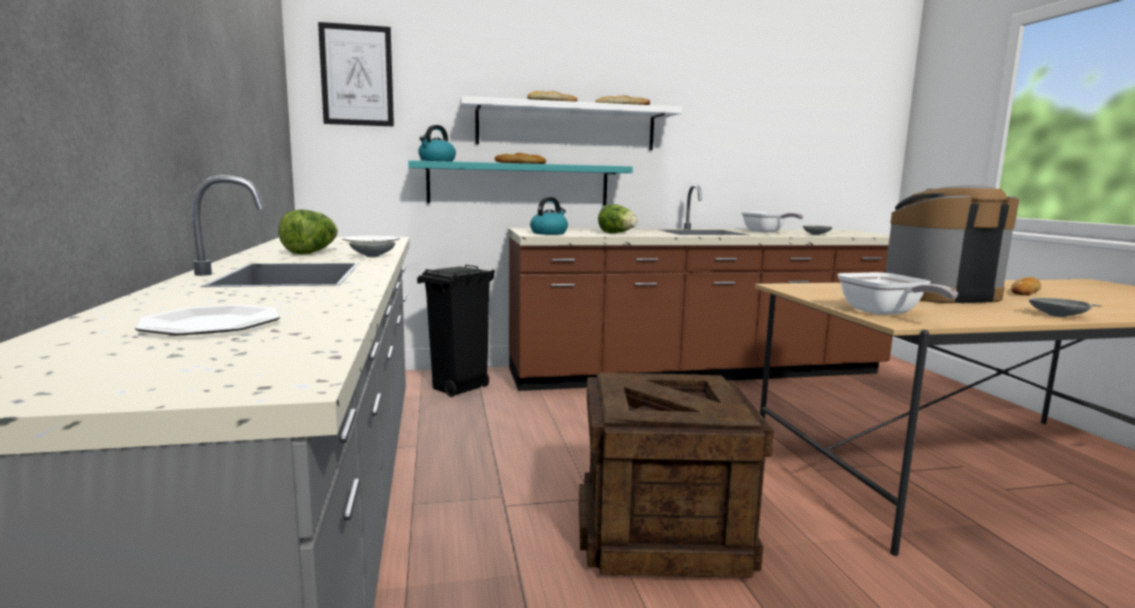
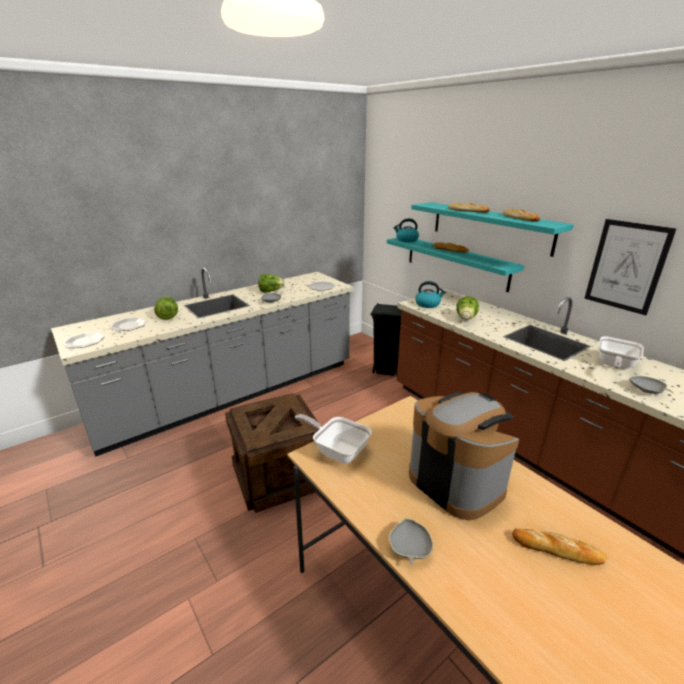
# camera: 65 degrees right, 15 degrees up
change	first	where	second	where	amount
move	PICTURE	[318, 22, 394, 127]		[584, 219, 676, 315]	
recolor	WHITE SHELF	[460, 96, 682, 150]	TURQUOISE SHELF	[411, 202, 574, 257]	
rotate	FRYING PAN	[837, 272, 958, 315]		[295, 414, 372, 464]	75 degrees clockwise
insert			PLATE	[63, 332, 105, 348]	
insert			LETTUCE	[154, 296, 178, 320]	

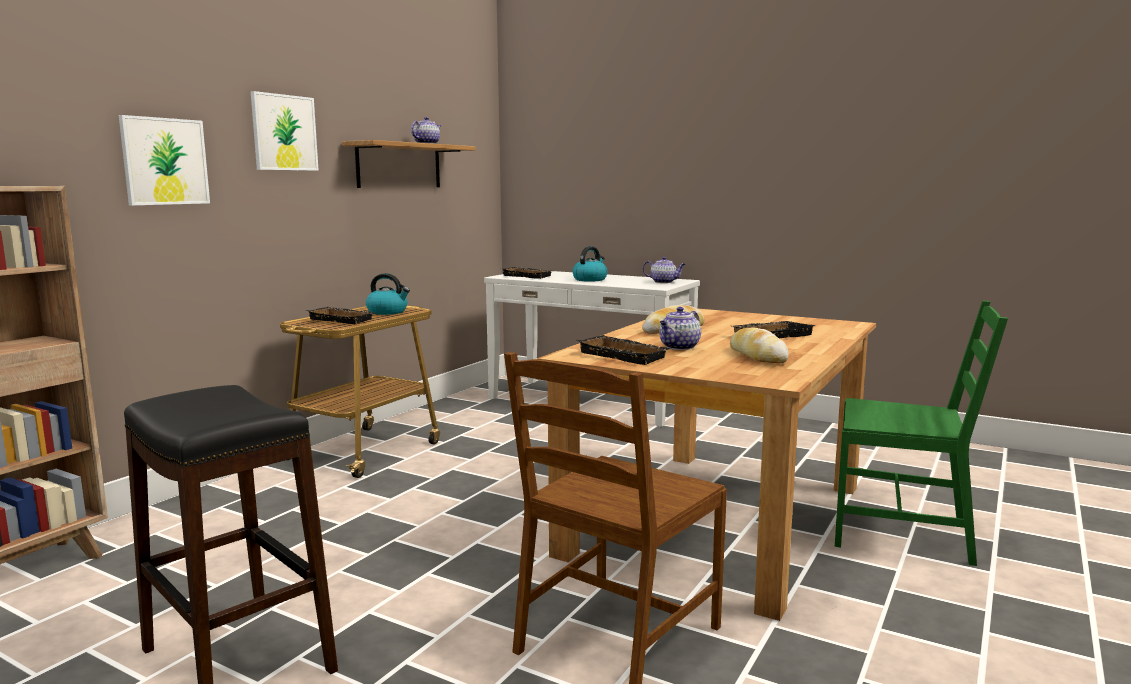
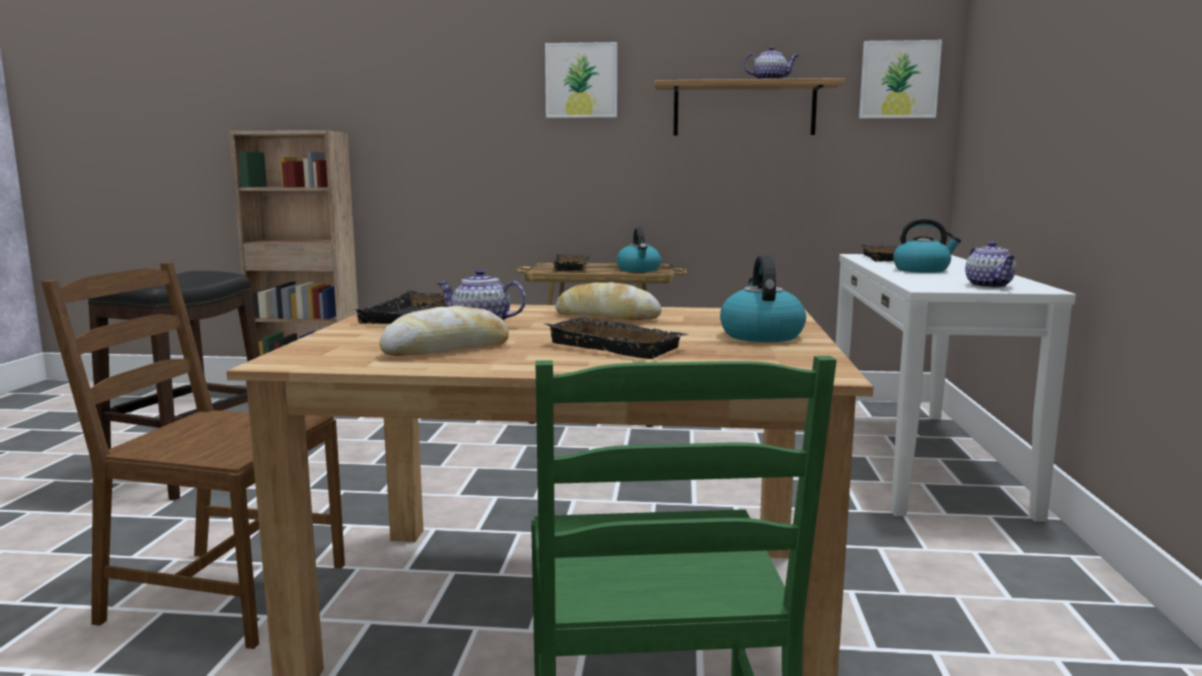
# camera: 65 degrees right, 0 degrees up
change	first	where	second	where	amount
move	PICTURE	[119, 115, 210, 206]		[859, 40, 942, 118]	
insert			KETTLE	[720, 255, 806, 342]	

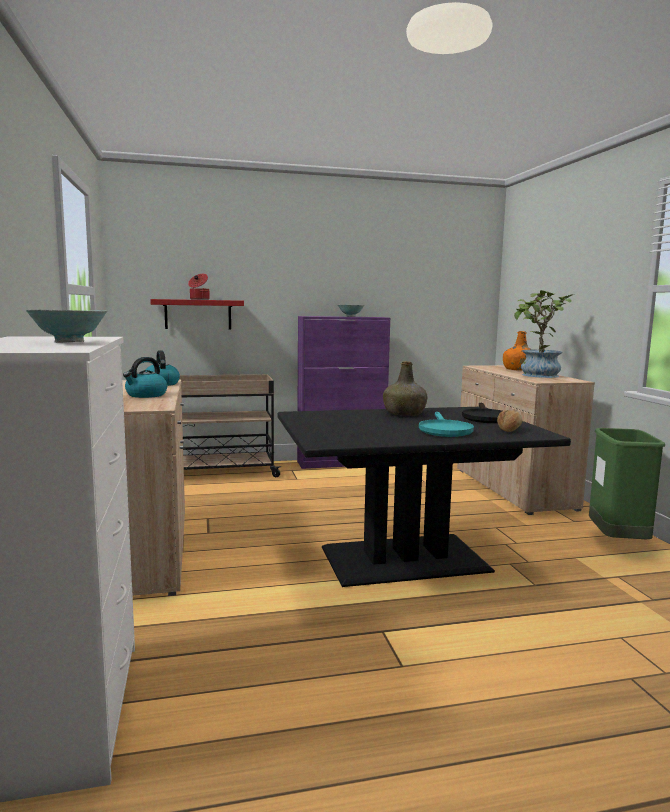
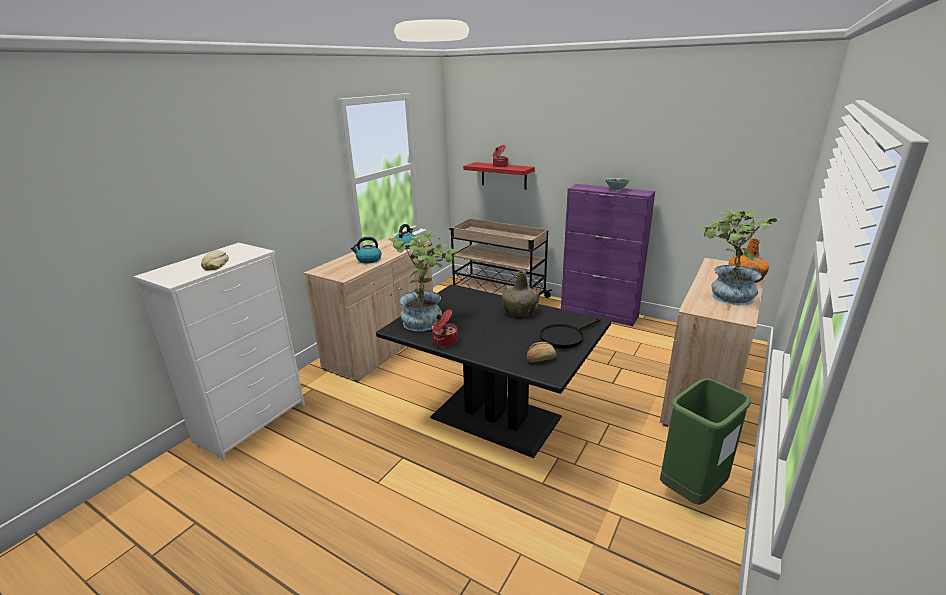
# camera: 45 degrees right, 15 degrees up
change	first	where	second	where	amount
replace	BOWL	[26, 310, 107, 343]	BREAD	[201, 250, 229, 271]	
delete	TURQUOISE FRYING PAN	[419, 412, 474, 437]			
insert			POTTED PLANT	[389, 231, 458, 331]	
insert			COOKING POT	[432, 309, 458, 347]	

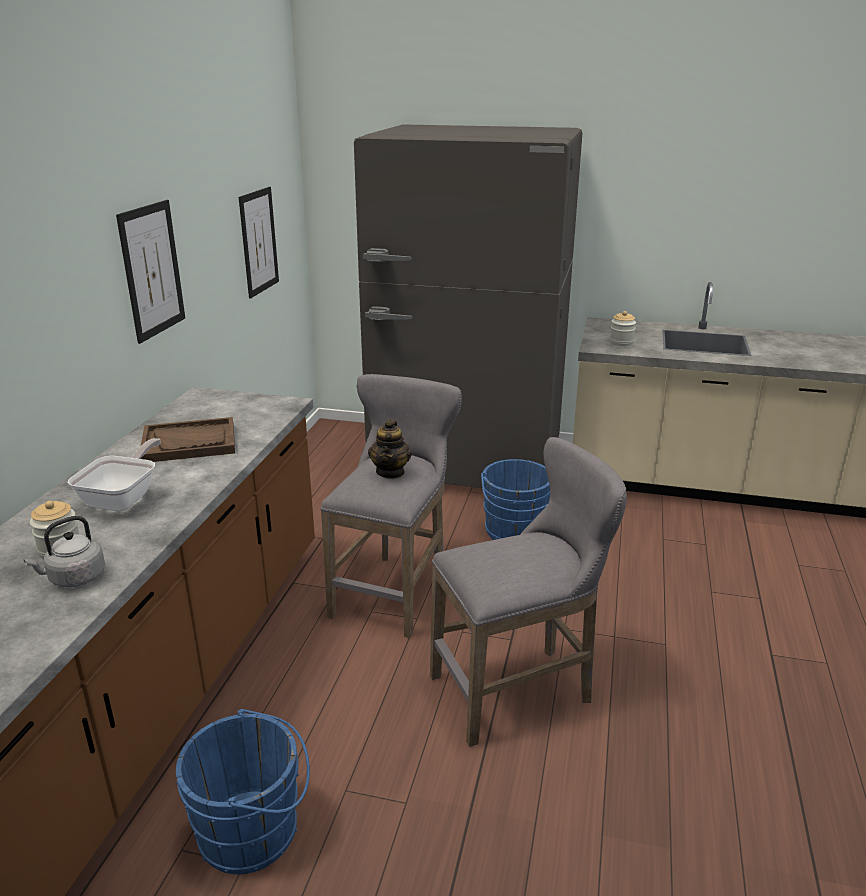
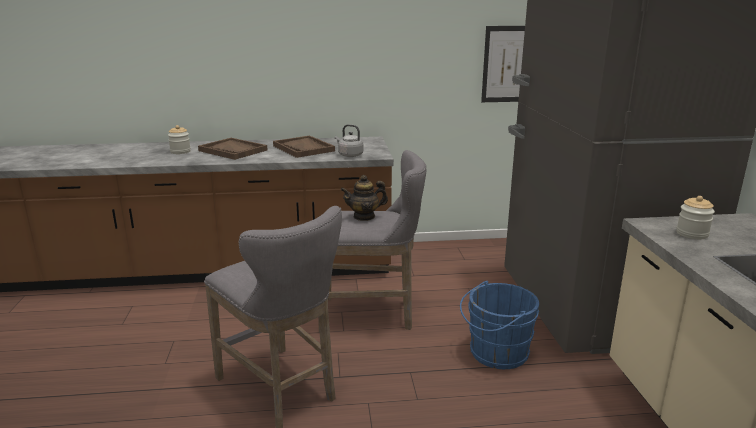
# camera: 70 degrees right, 5 degrees down
change	first	where	second	where	amount
move	GREY KETTLE	[24, 516, 105, 587]		[335, 124, 363, 157]	
replace	FRYING PAN	[68, 438, 161, 511]	BROWN TRAY	[198, 138, 267, 160]	
delete	PICTURE	[116, 200, 185, 344]			
delete	BLUE BUCKET	[176, 709, 310, 874]			

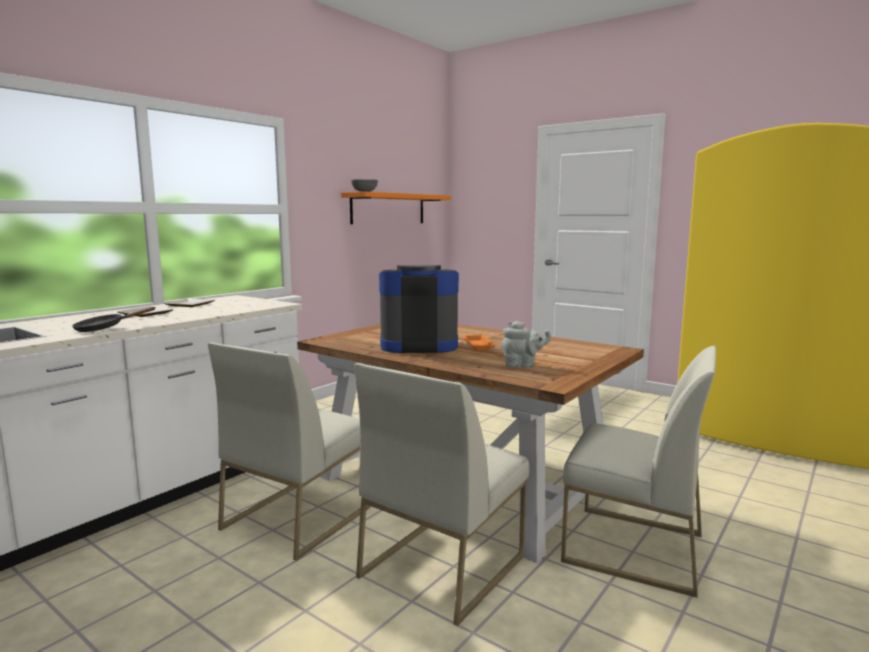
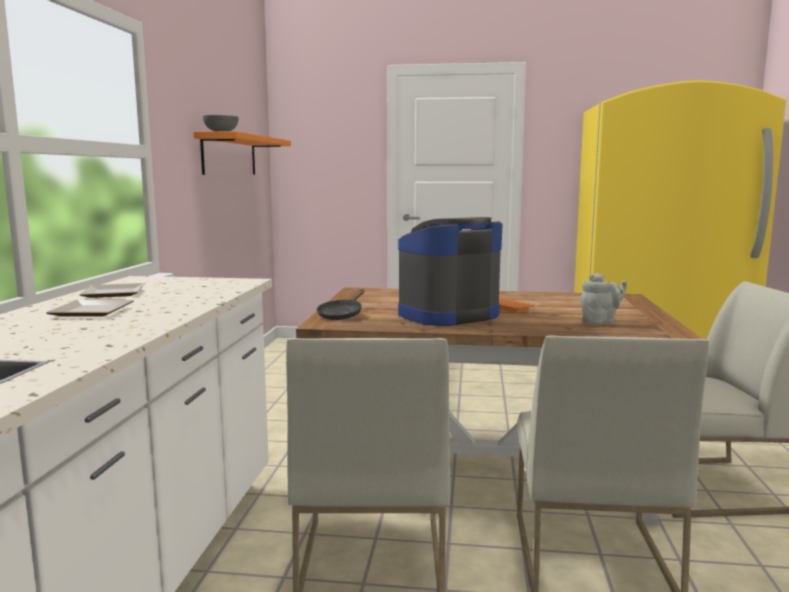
# camera: 30 degrees left, 0 degrees up
change	first	where	second	where	amount
move	BLACK FRYING PAN	[72, 307, 156, 332]		[317, 289, 364, 320]	

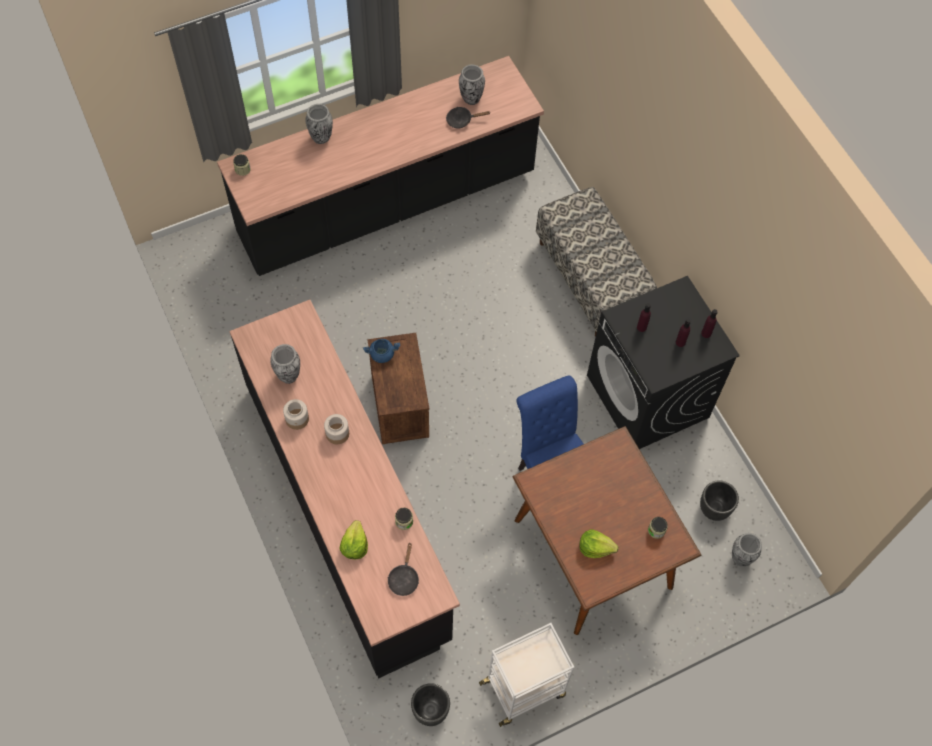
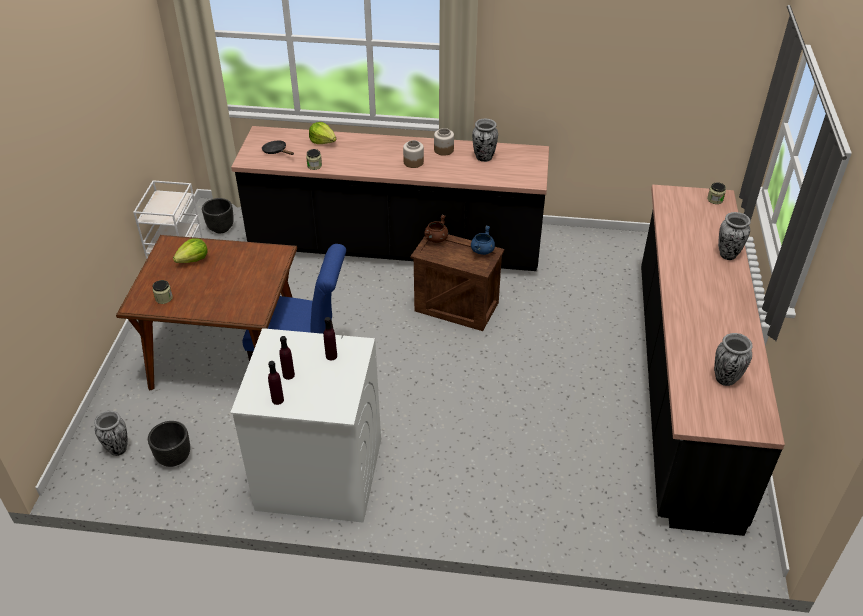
# camera: 125 degrees right, 20 degrees down
change	first	where	second	where	amount
delete	BLACK FRYING PAN	[446, 107, 491, 128]			
delete	BENCH	[536, 187, 657, 337]			
recolor	BLACK WASHING MACHINE	[587, 276, 740, 449]	WHITE WASHING MACHINE	[230, 328, 381, 523]	
insert			BROWN COOKING POT	[424, 215, 448, 243]	

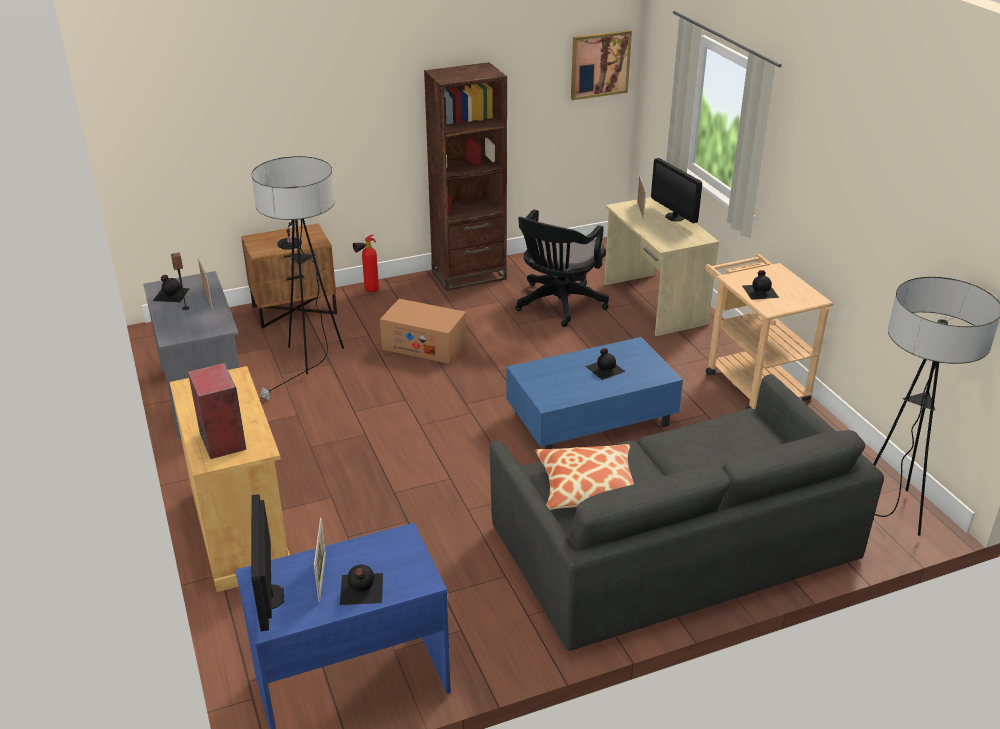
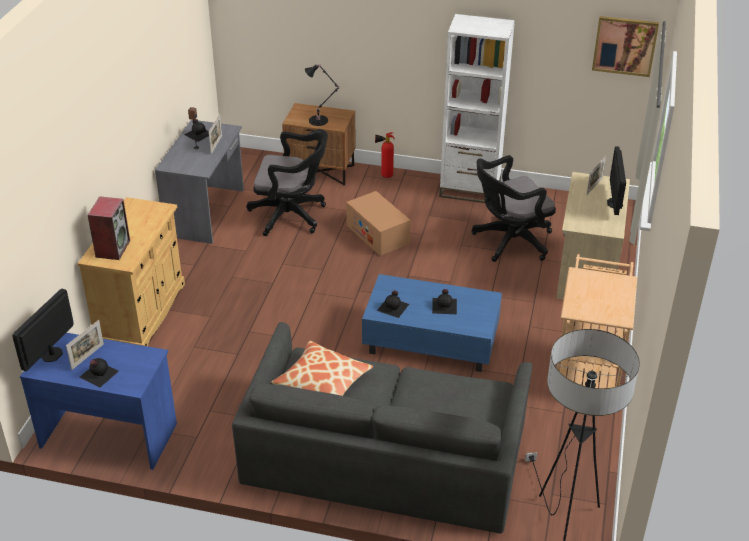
# camera: 35 degrees right, 5 degrees up
change	first	where	second	where	amount
replace	FLOOR LAMP	[252, 156, 344, 400]	BLACK OFFICE CHAIR	[246, 129, 328, 236]	
recolor	BROWN BOOKCASE	[424, 62, 507, 291]	WHITE BOOKCASE	[439, 14, 515, 203]	
move	BLACK BOTTLE	[742, 270, 779, 300]		[377, 290, 409, 318]	

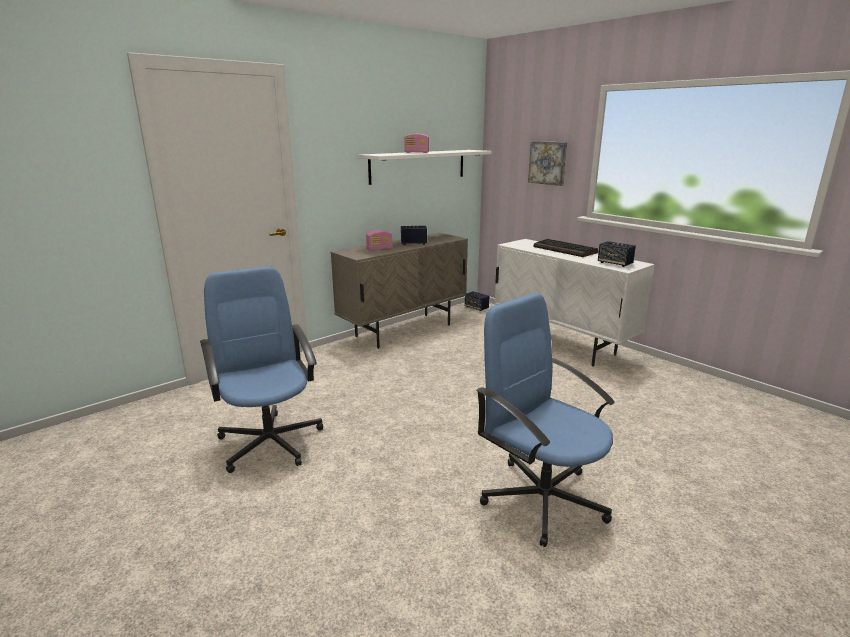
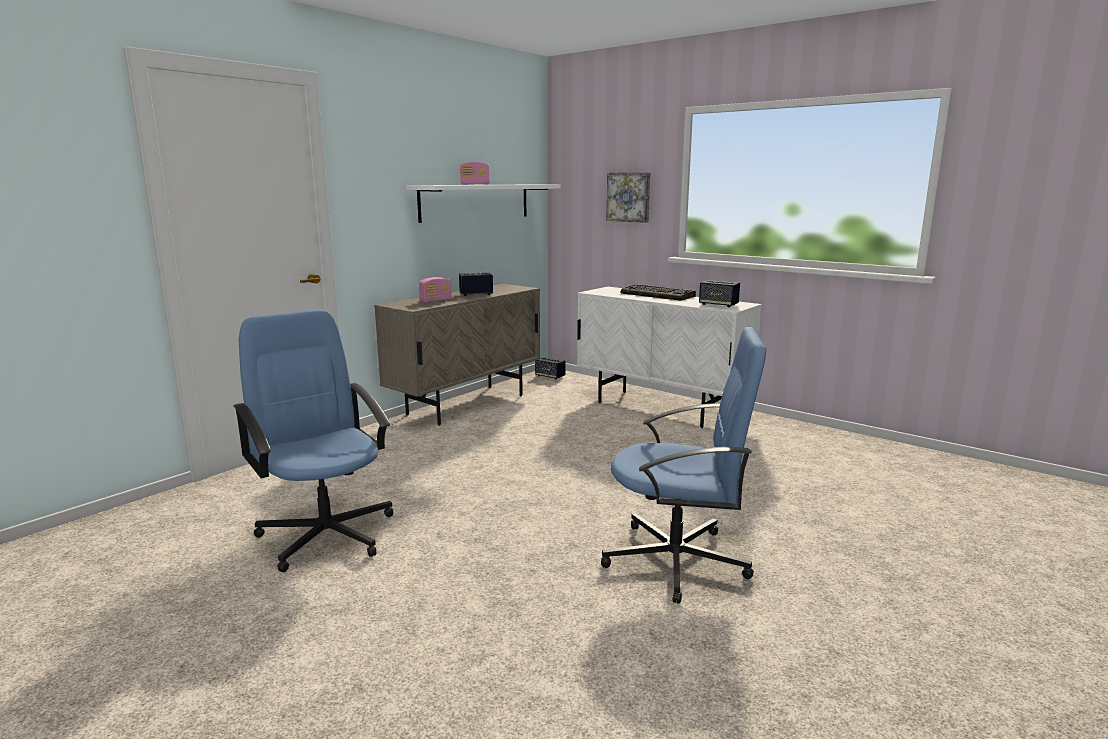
# camera: 10 degrees left, 5 degrees down
change	first	where	second	where	amount
rotate	BLUE OFFICE CHAIR	[476, 293, 615, 547]		[601, 327, 766, 604]	150 degrees clockwise

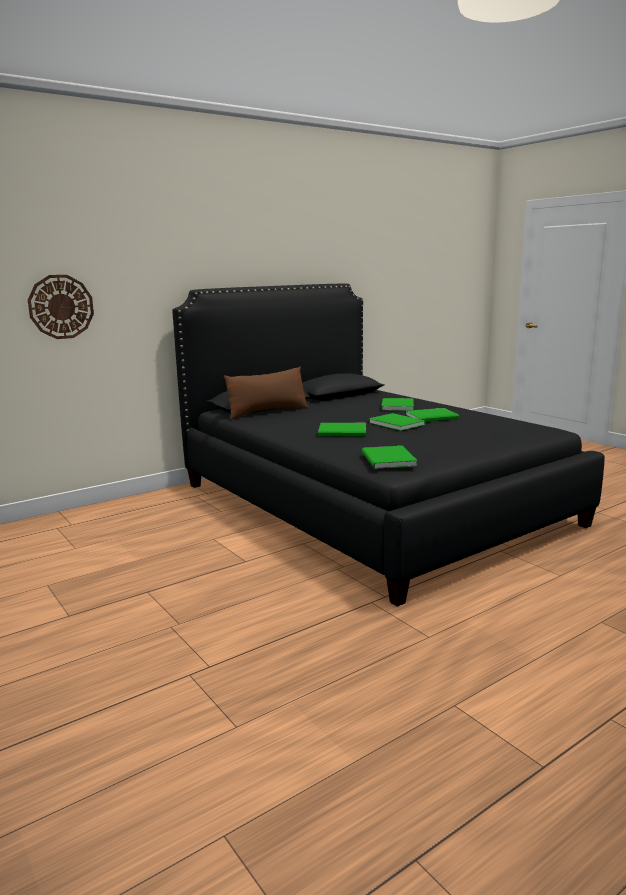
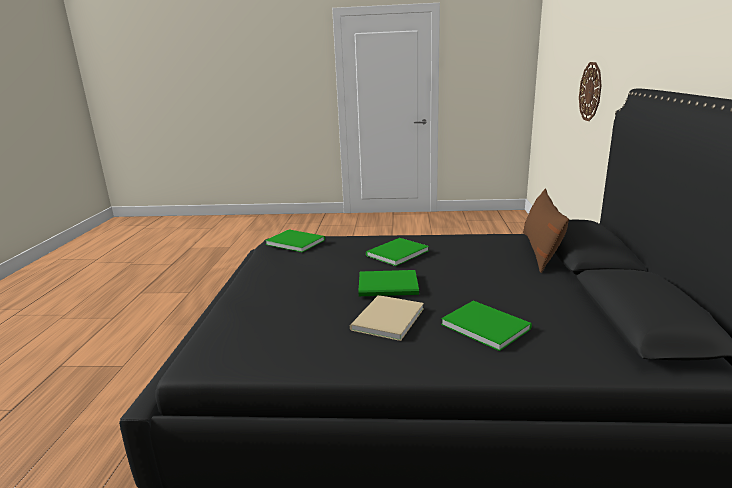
# camera: 130 degrees right, 5 degrees up
change	first	where	second	where	amount
recolor	GREEN BOOK	[406, 408, 459, 422]	BEIGE BOOK	[350, 295, 424, 341]	

